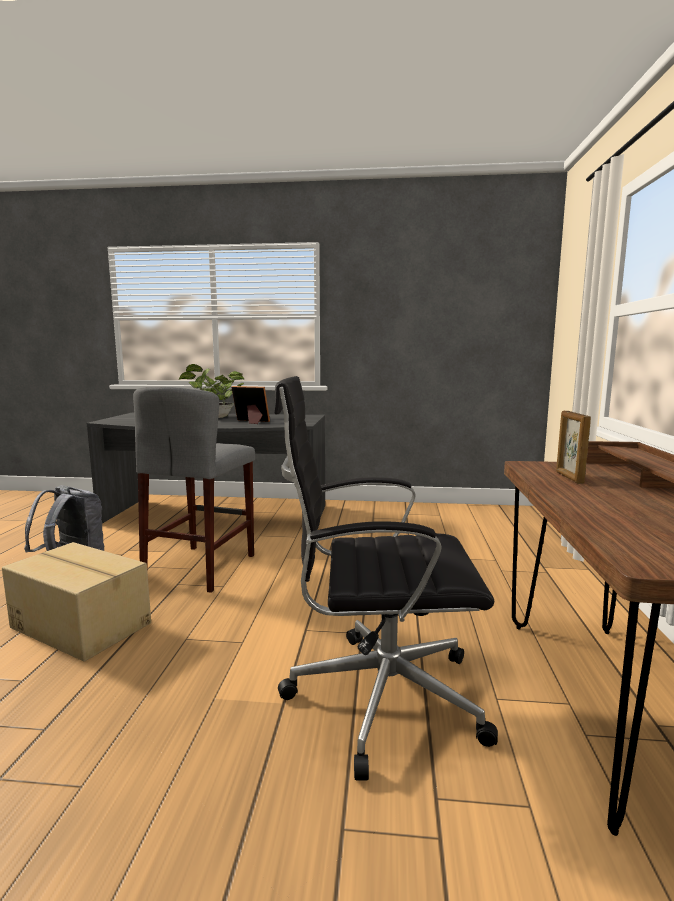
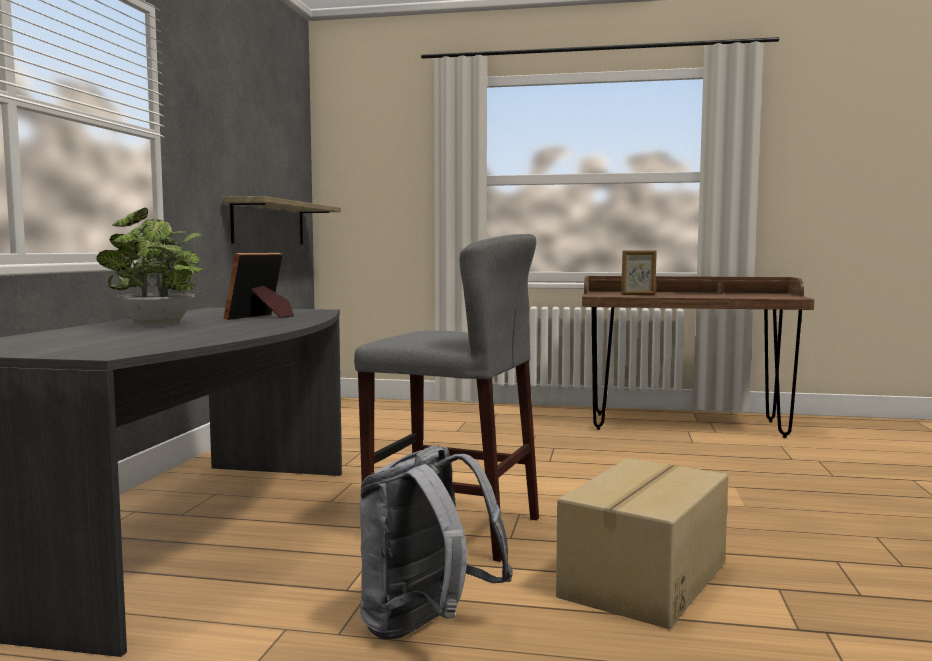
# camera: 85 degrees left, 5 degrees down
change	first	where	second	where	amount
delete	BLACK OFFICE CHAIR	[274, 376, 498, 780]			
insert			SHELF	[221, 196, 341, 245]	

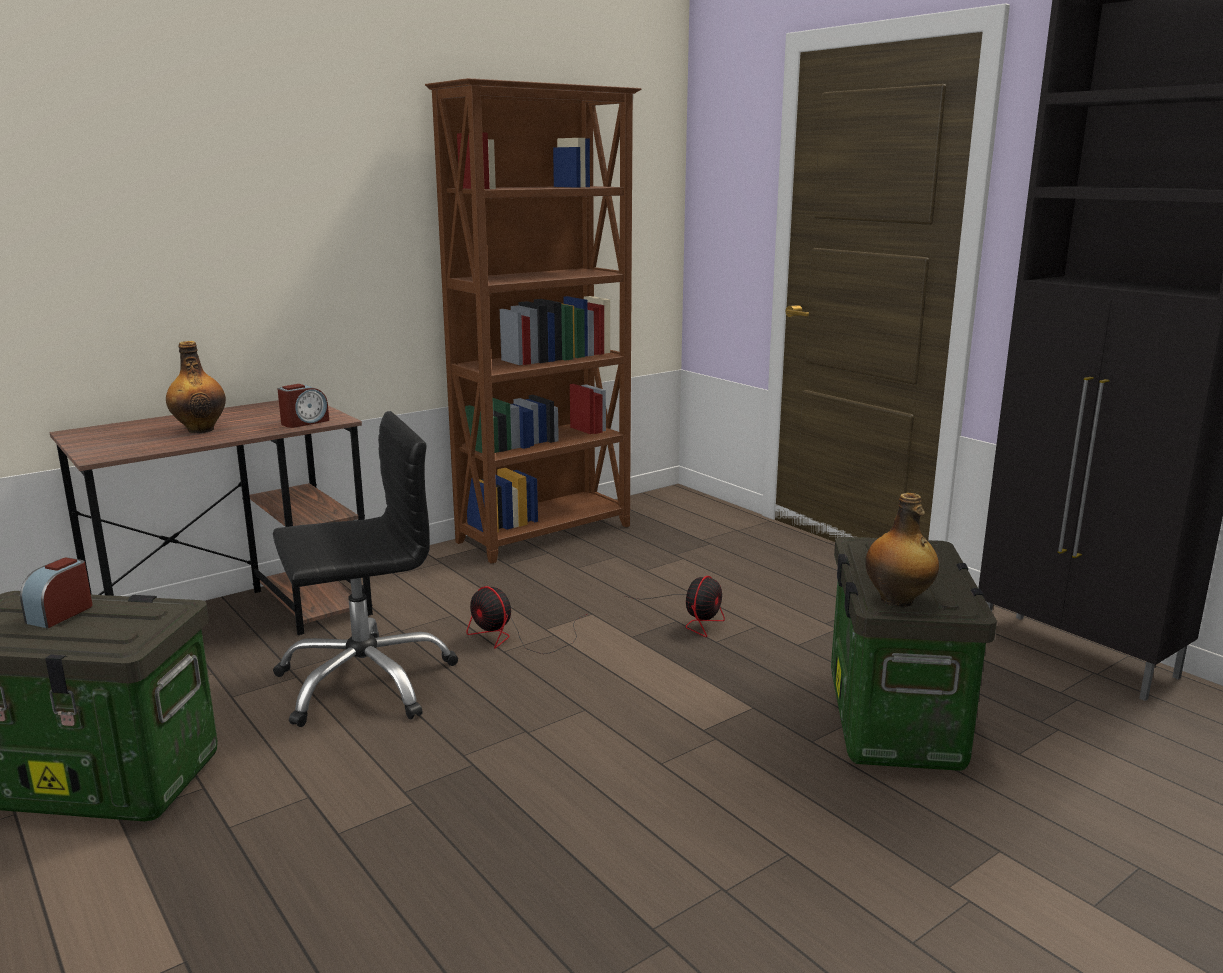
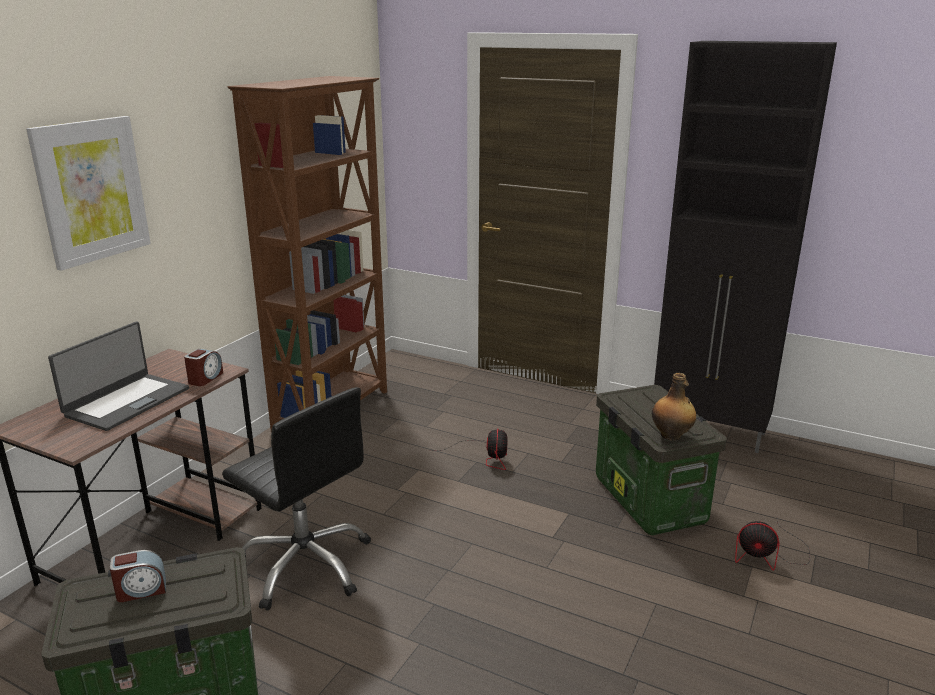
# camera: 25 degrees left, 5 degrees up
change	first	where	second	where	amount
rotate	ALARM CLOCK	[20, 557, 92, 628]		[110, 550, 166, 602]	105 degrees counterclockwise
replace	BOTTLE	[166, 341, 226, 433]	LAPTOP	[48, 322, 189, 431]	
rotate	BLACK OFFICE CHAIR	[273, 411, 458, 727]		[222, 387, 371, 611]	90 degrees clockwise
move	FAN	[466, 586, 587, 654]		[735, 521, 810, 571]	
insert			PICTURE	[26, 116, 151, 271]	

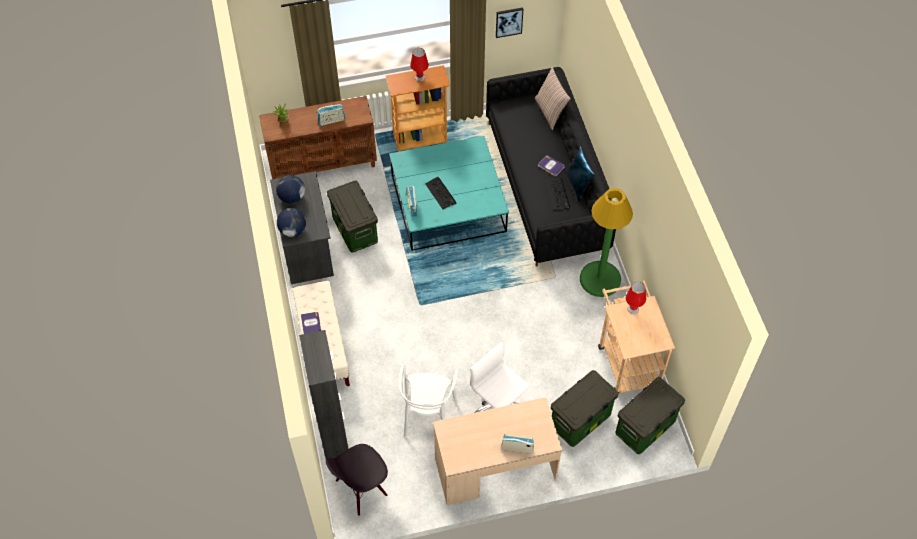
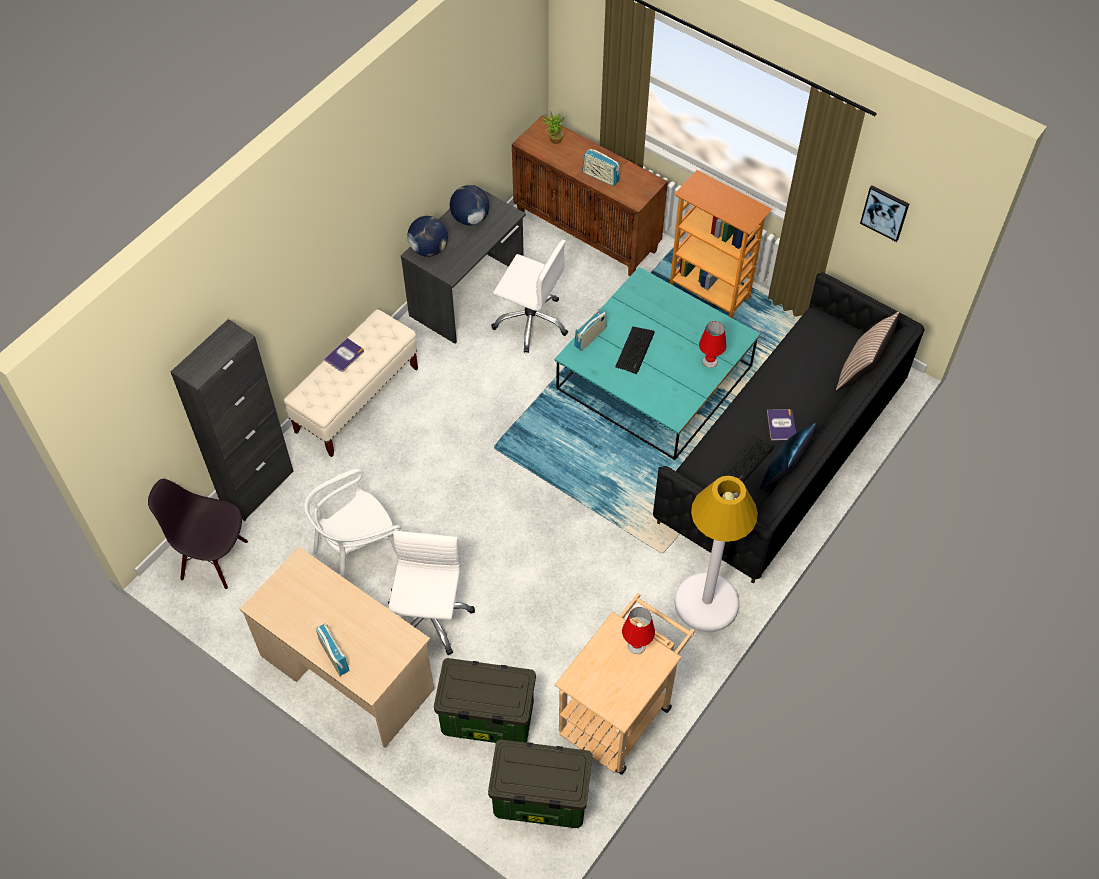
# camera: 50 degrees right, 0 degrees up
change	first	where	second	where	amount
replace	STORAGE BOX	[327, 180, 378, 253]	WHITE OFFICE CHAIR	[491, 240, 568, 353]	
move	RED TABLE LAMP	[410, 48, 429, 82]		[699, 321, 727, 368]	
recolor	GREEN FLOOR LAMP	[580, 188, 633, 297]	WHITE FLOOR LAMP	[674, 476, 758, 632]	

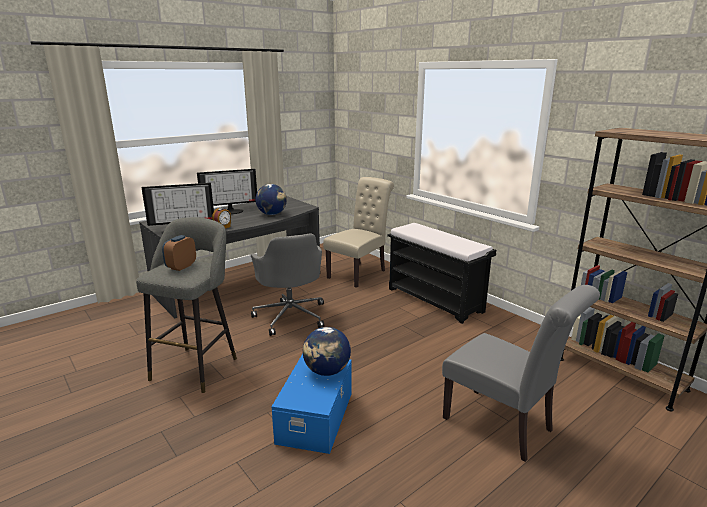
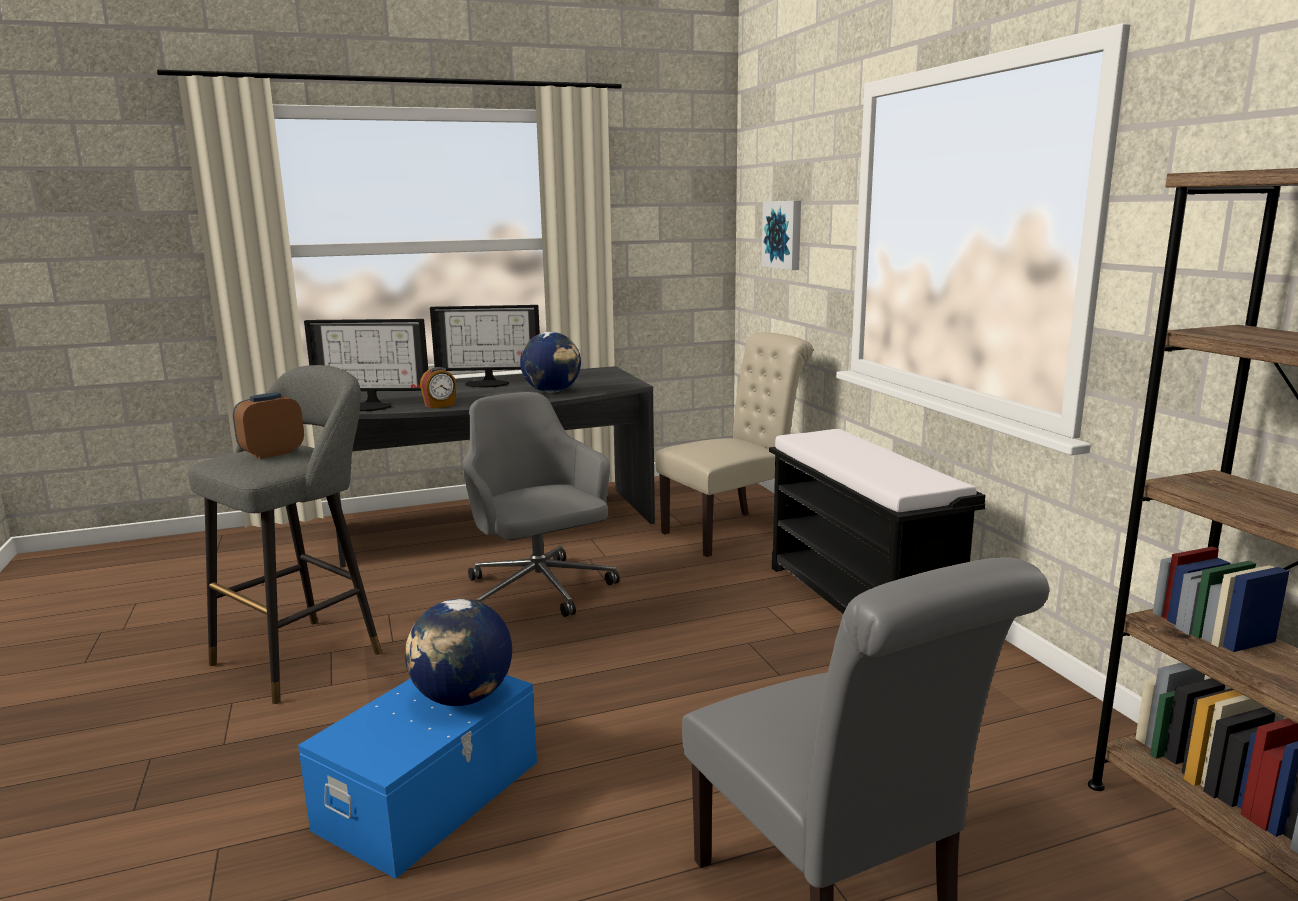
# camera: 20 degrees right, 5 degrees down
change	first	where	second	where	amount
rotate	GREY OFFICE CHAIR	[250, 233, 324, 336]		[463, 392, 620, 617]	150 degrees clockwise
insert			PICTURE	[762, 201, 801, 270]	

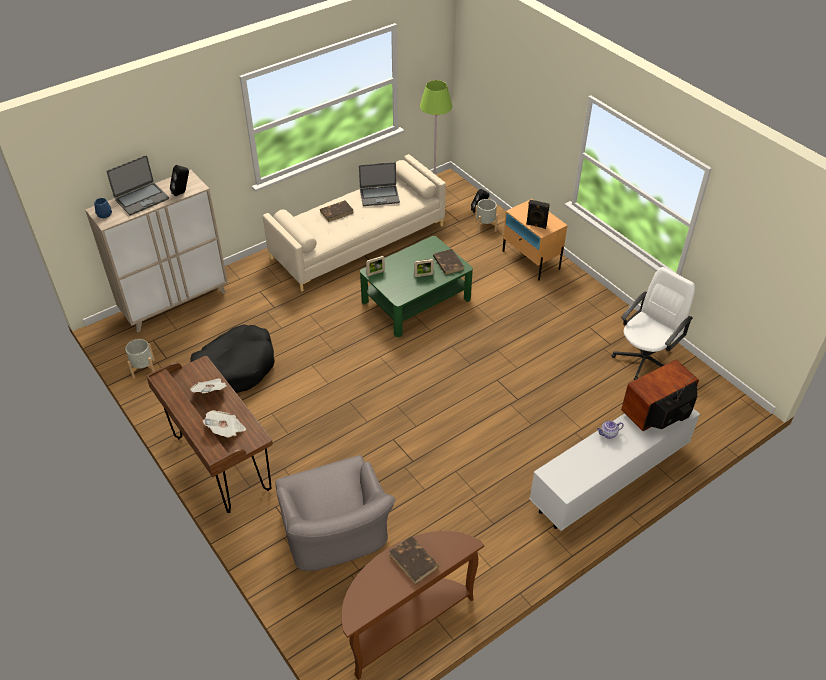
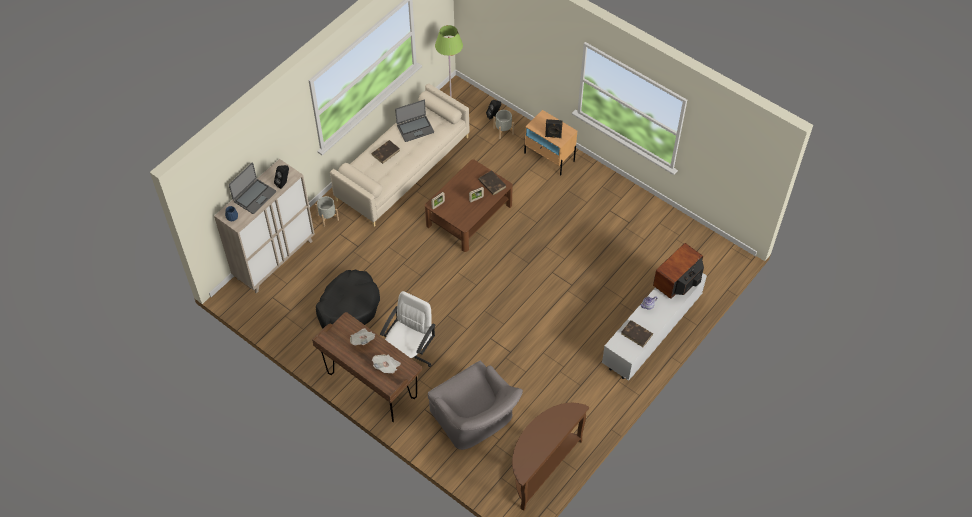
# camera: 15 degrees left, 10 degrees up
change	first	where	second	where	amount
move	GREY PLANTER	[125, 339, 155, 379]		[315, 196, 339, 227]	
recolor	GREEN COFFEE TABLE	[360, 236, 473, 337]	BROWN COFFEE TABLE	[425, 159, 513, 252]	
move	BROWN BOOK	[389, 536, 439, 585]		[621, 320, 653, 347]	
move	WHITE OFFICE CHAIR	[612, 267, 695, 380]		[380, 291, 435, 367]	

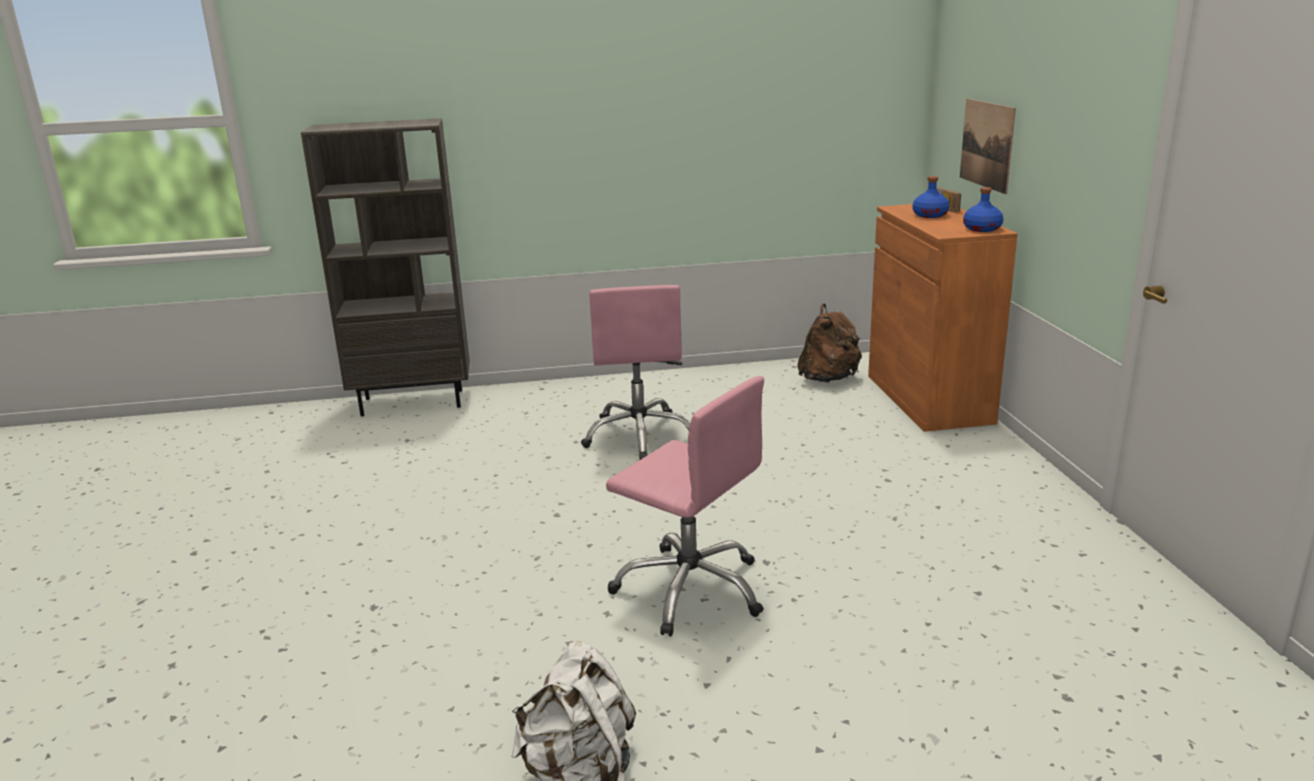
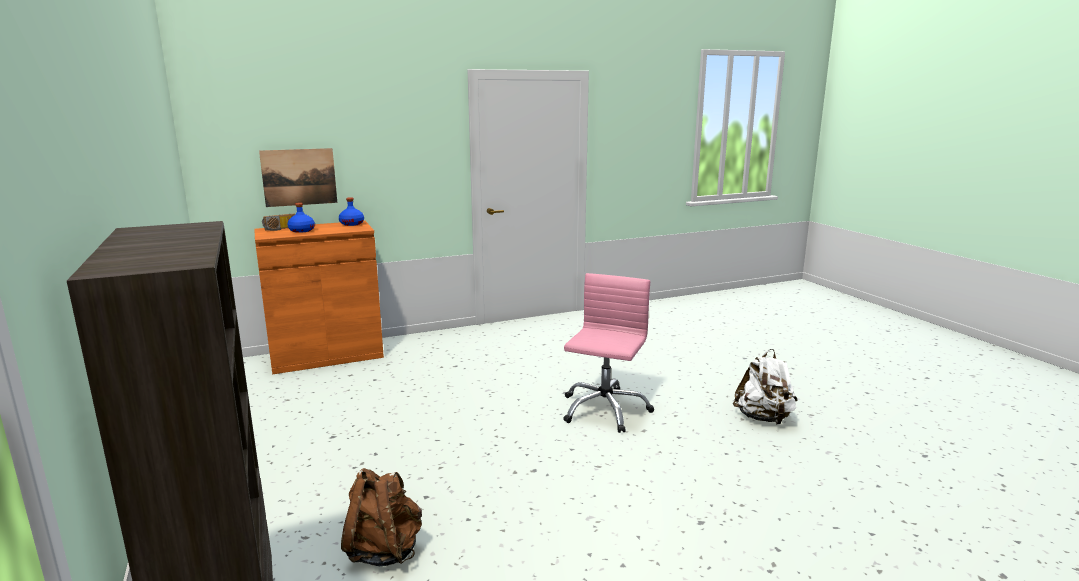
# camera: 105 degrees left, 5 degrees down
change	first	where	second	where	amount
delete	PINK OFFICE CHAIR	[581, 285, 690, 460]			
move	BROWN BACKPACK	[797, 303, 862, 382]		[341, 468, 422, 566]	

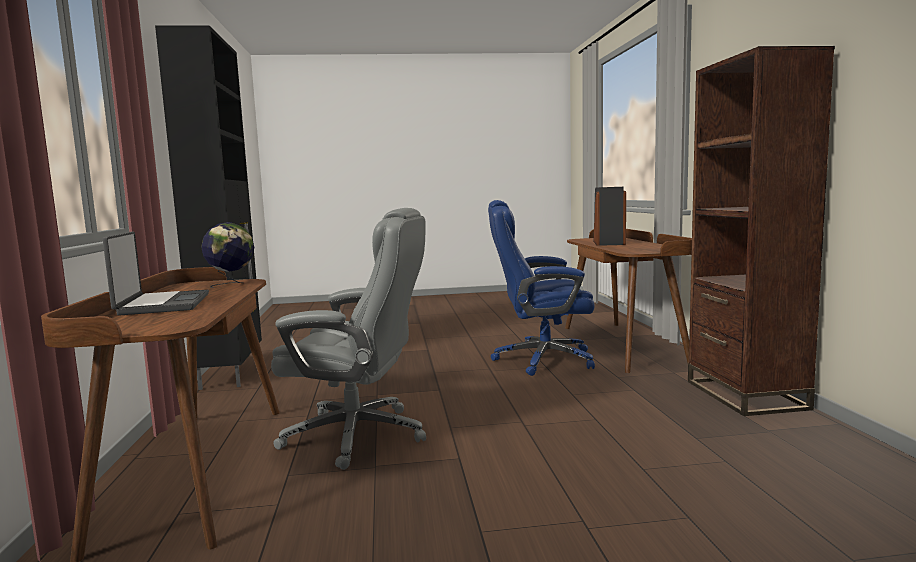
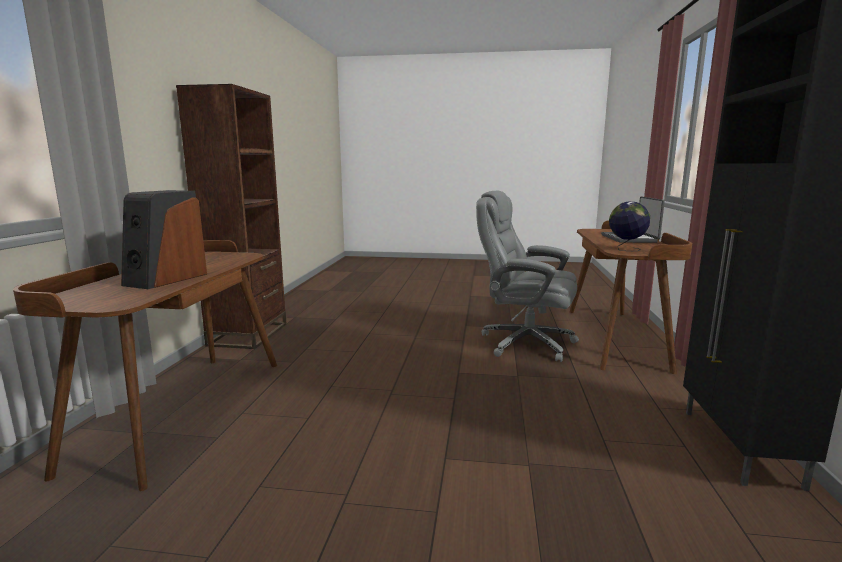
# camera: 165 degrees left, 5 degrees up
change	first	where	second	where	amount
delete	BLUE OFFICE CHAIR	[488, 200, 595, 376]			

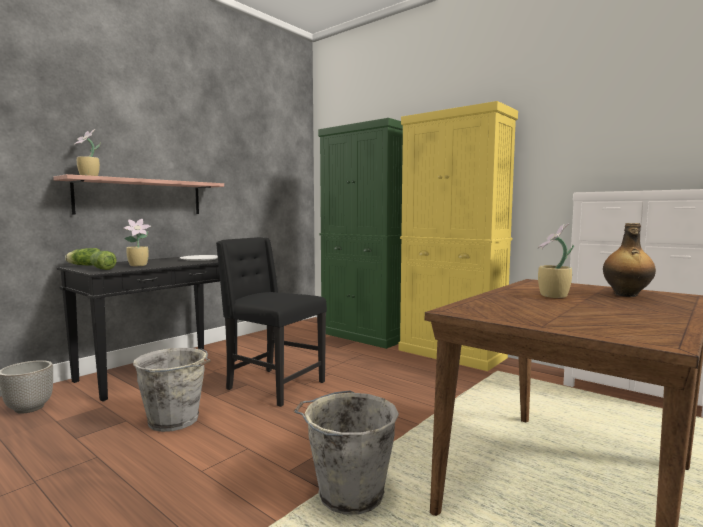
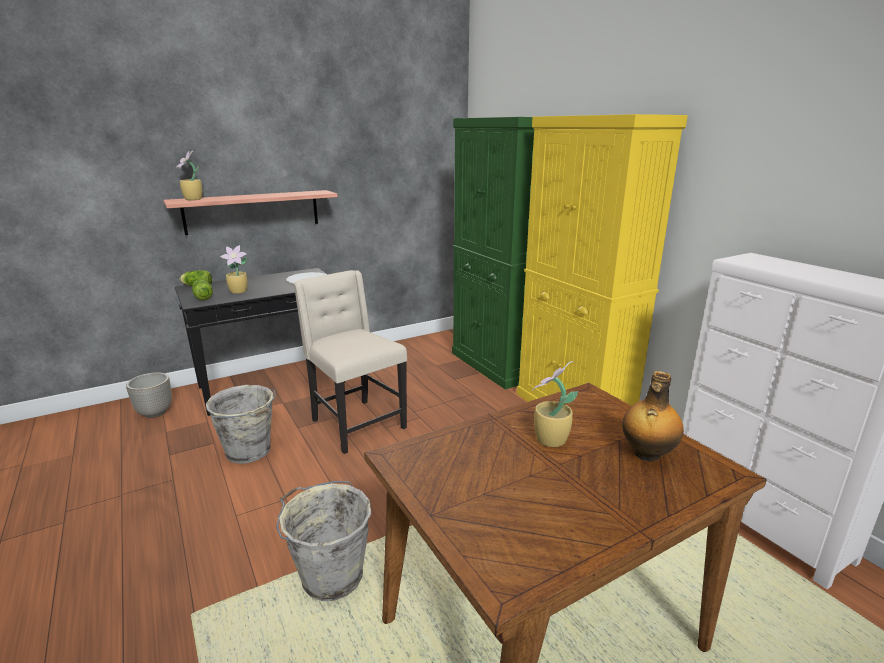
# camera: 20 degrees right, 15 degrees up
change	first	where	second	where	amount
recolor	BLACK CHAIR	[216, 237, 327, 407]	BEIGE CHAIR	[293, 270, 407, 454]	

